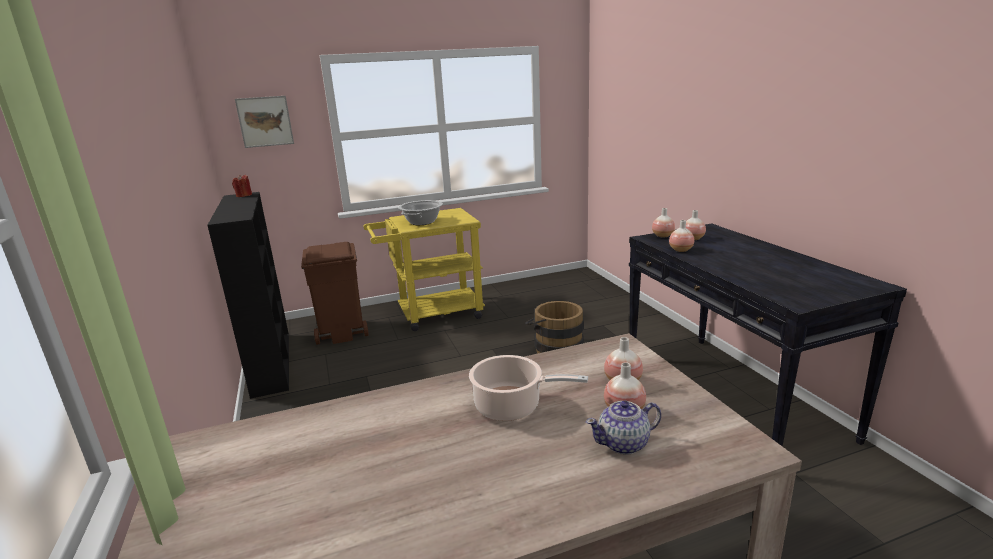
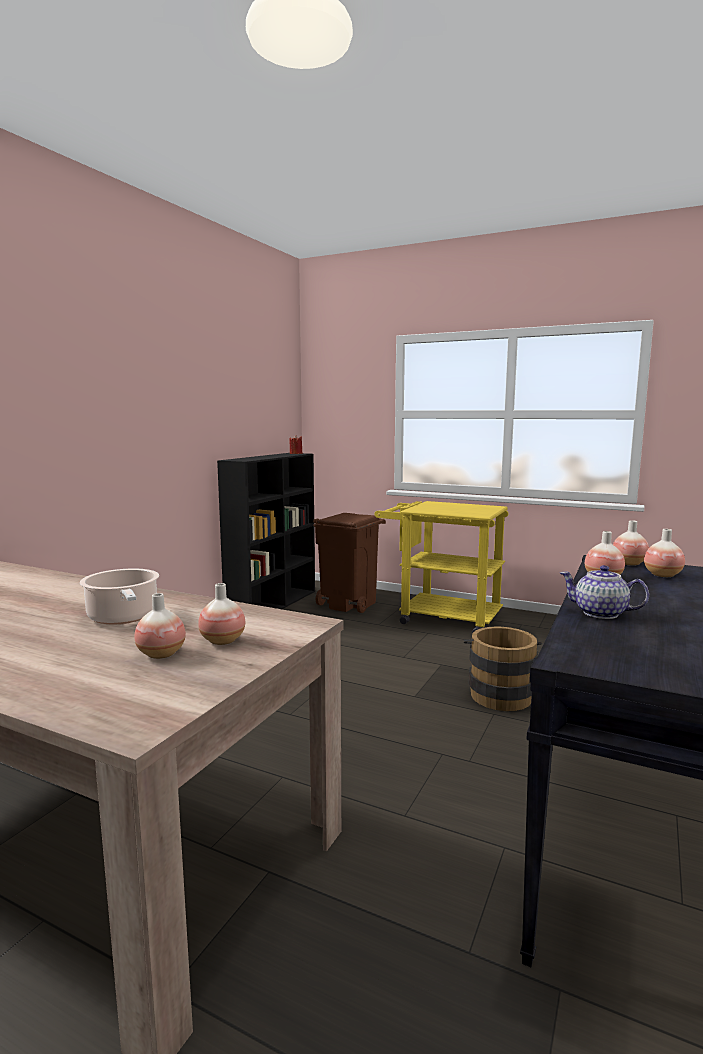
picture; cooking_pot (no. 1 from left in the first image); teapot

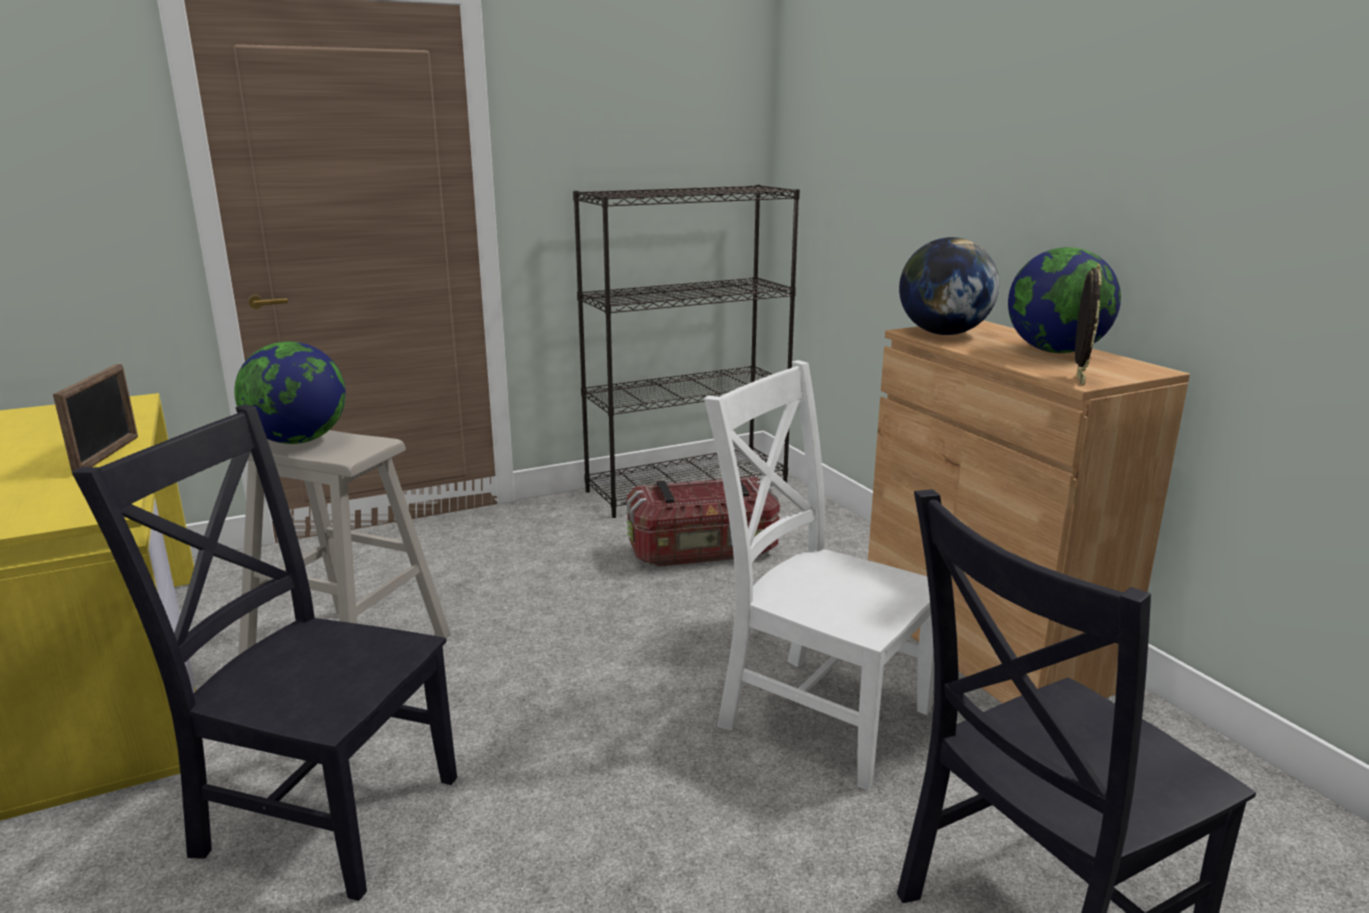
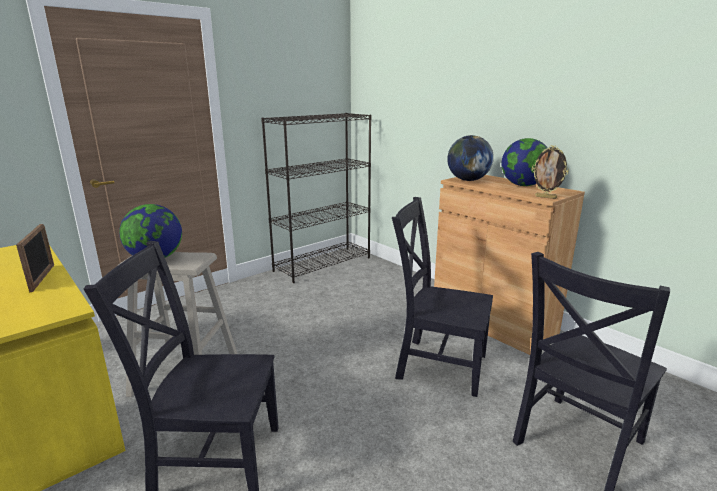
storage_box; black_chair (no. 2 from left); picture_frame (no. 2 from left)

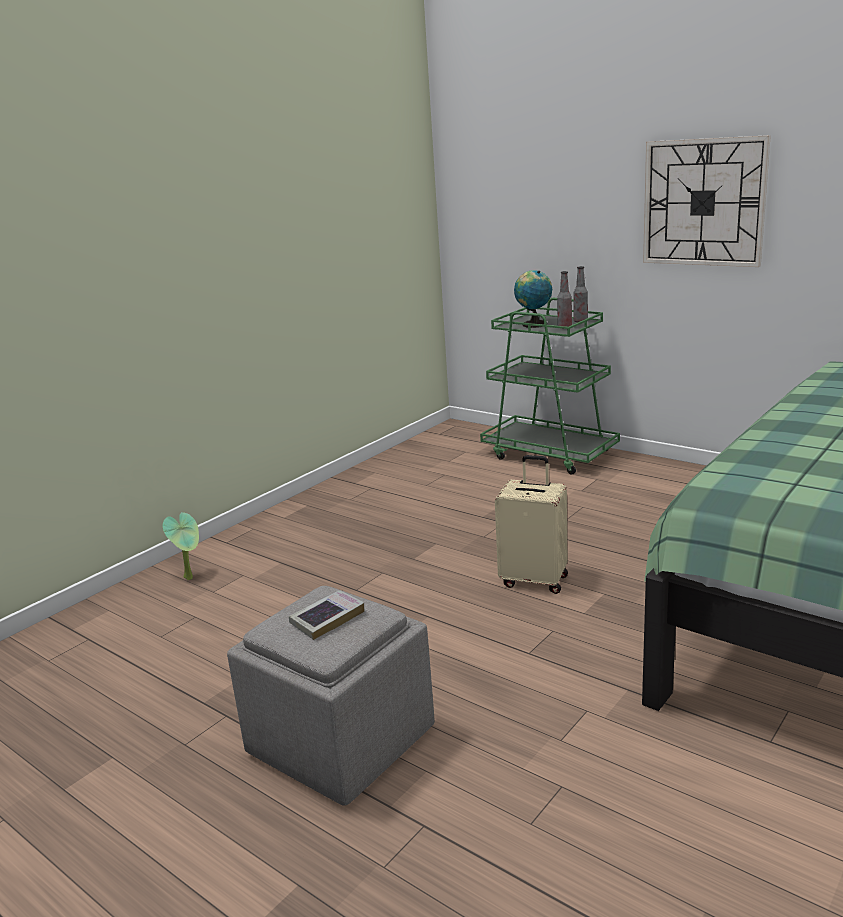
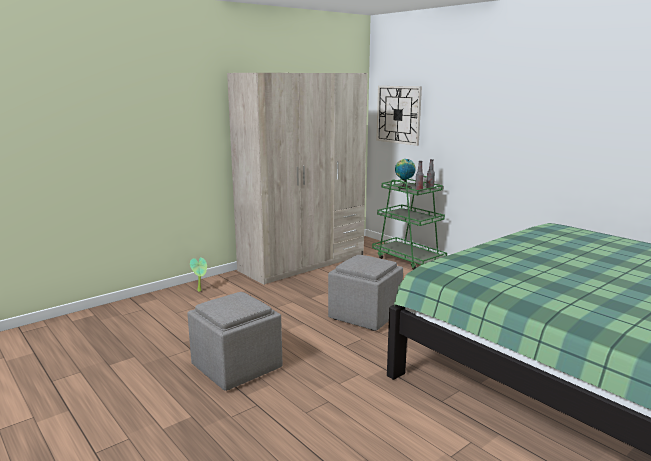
book; grey_ottoman (no. 2 from left); wall_clock; beige_wardrobe

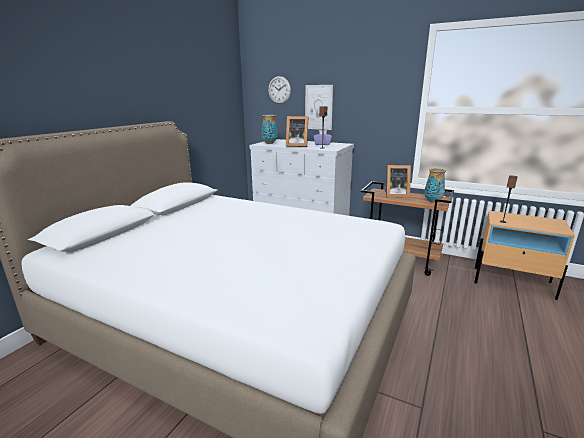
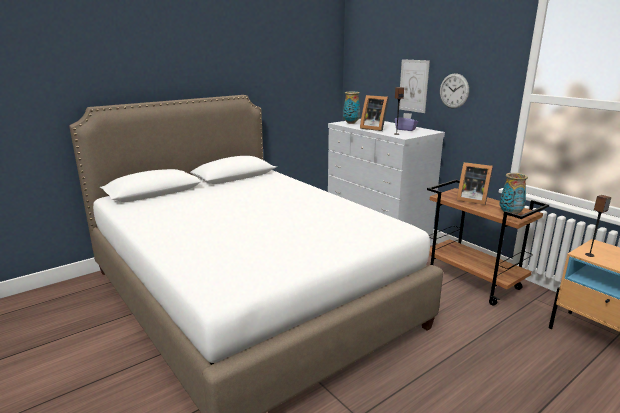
wall_clock

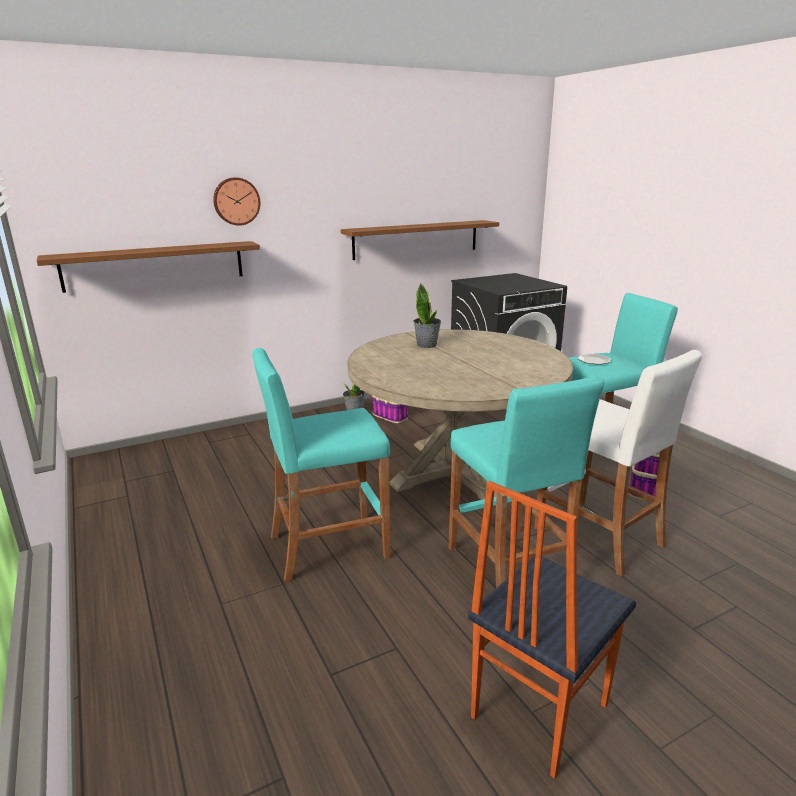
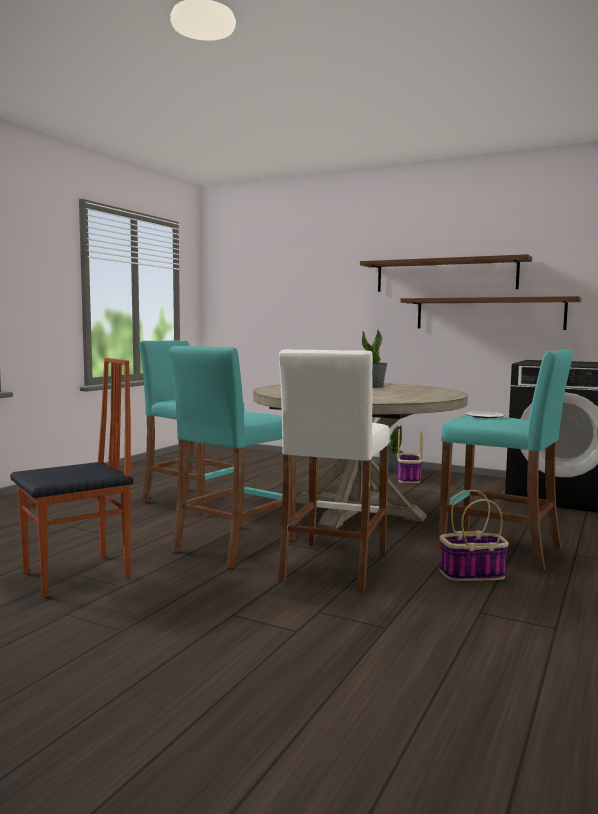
brown_shelf (no. 1 from left); wall_clock; chair

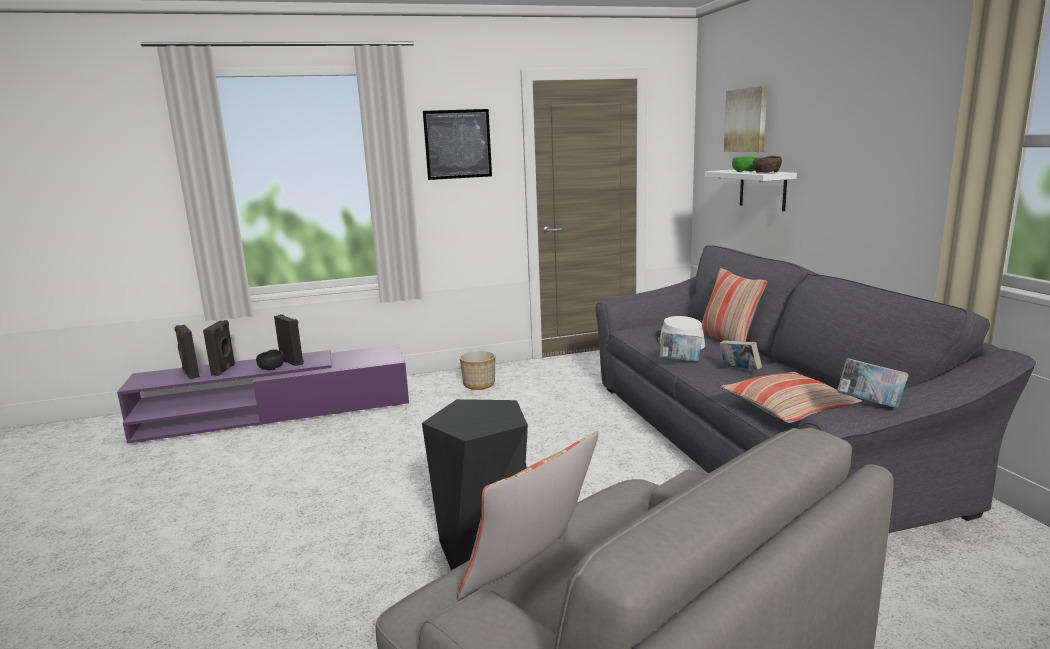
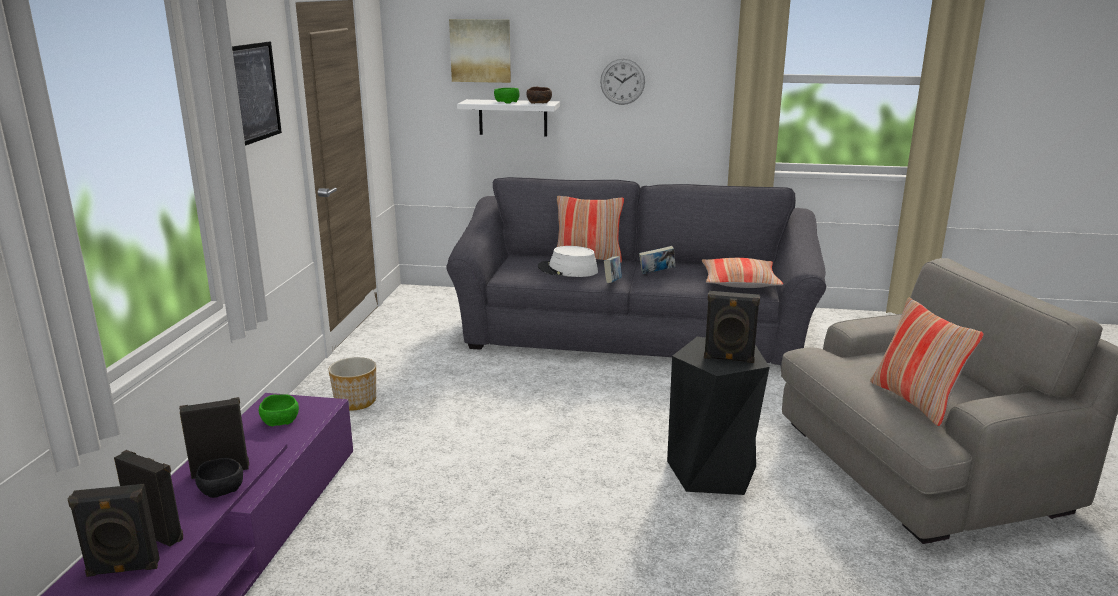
book (no. 3 from left in the first image); green_bowl (no. 1 from left); wall_clock; black_speaker (no. 4 from left)

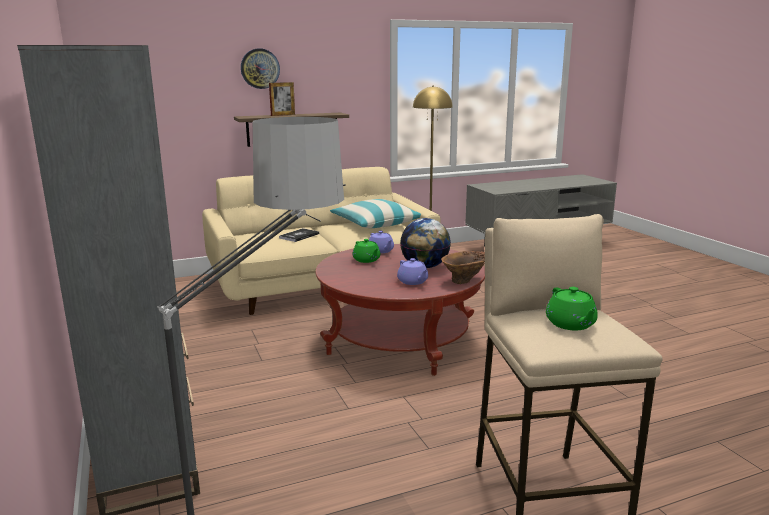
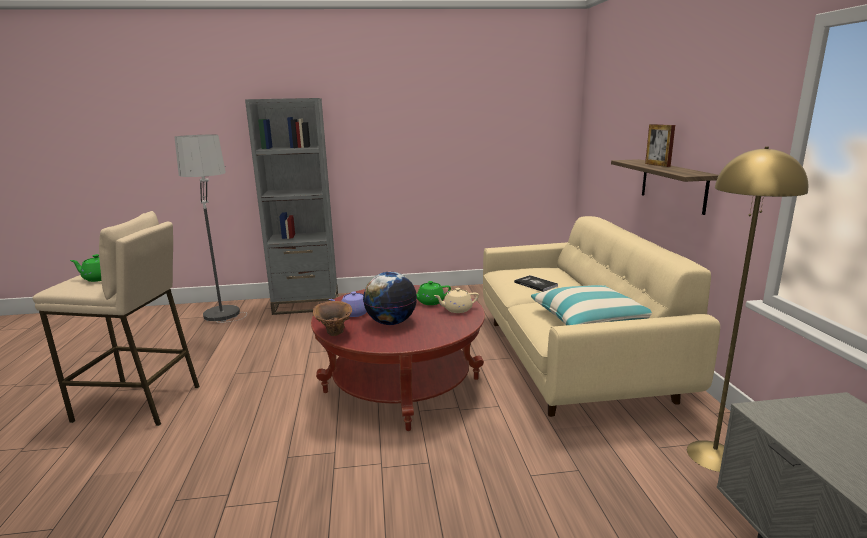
wall_clock; beige_teapot

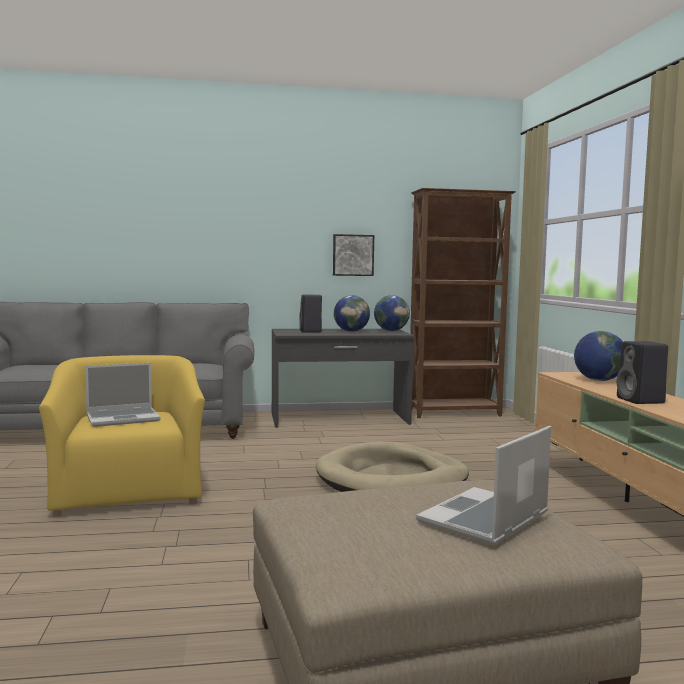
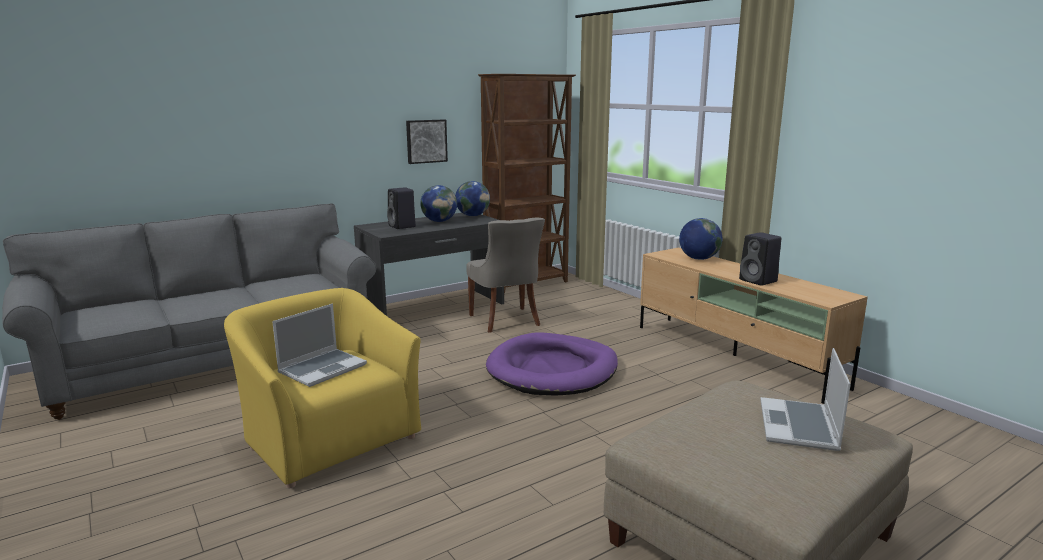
purple_dog_bed; grey_chair

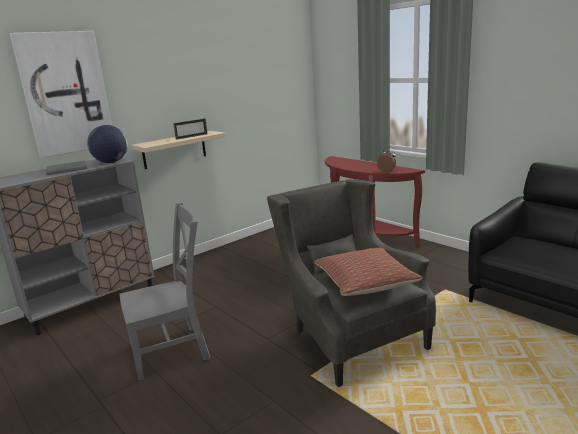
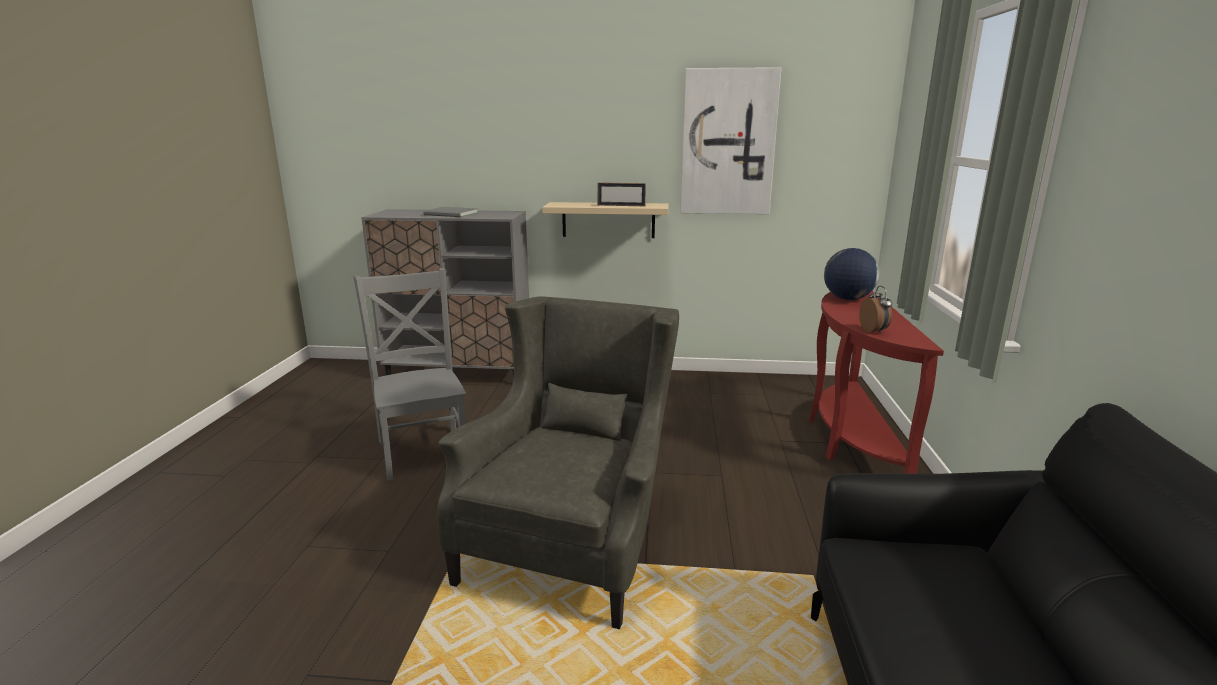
picture; globe; grey_chair; pillow

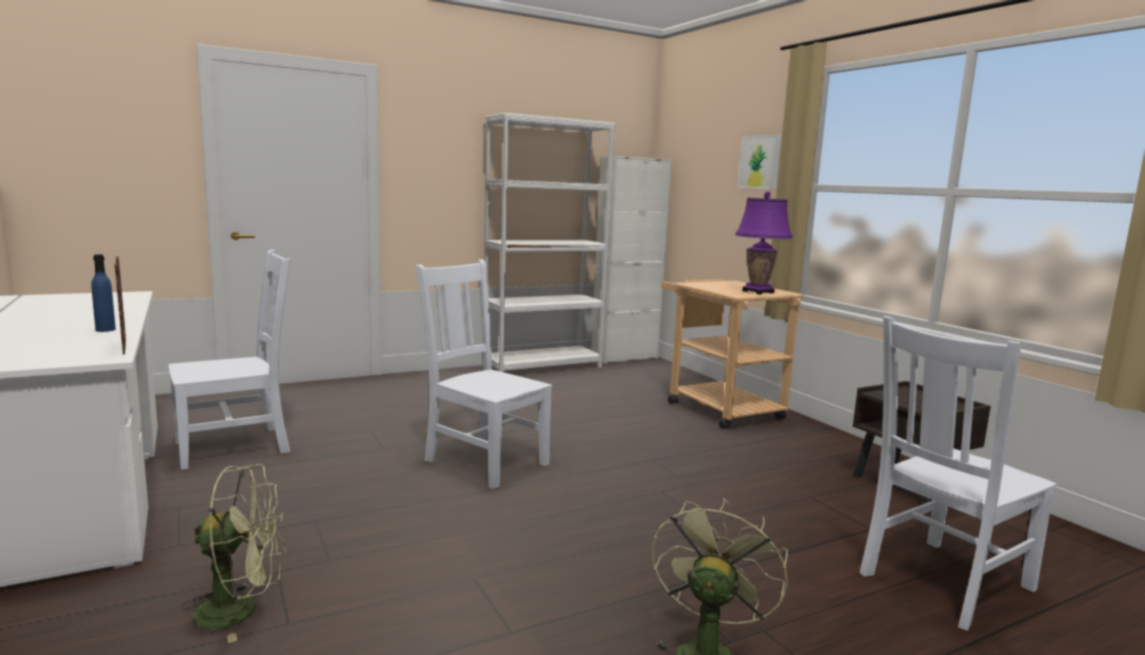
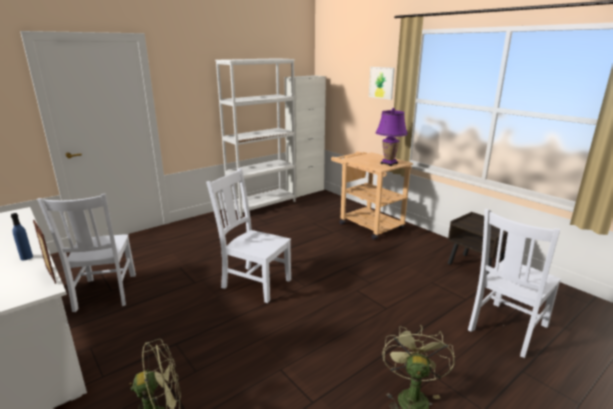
white_chair (no. 1 from left)

